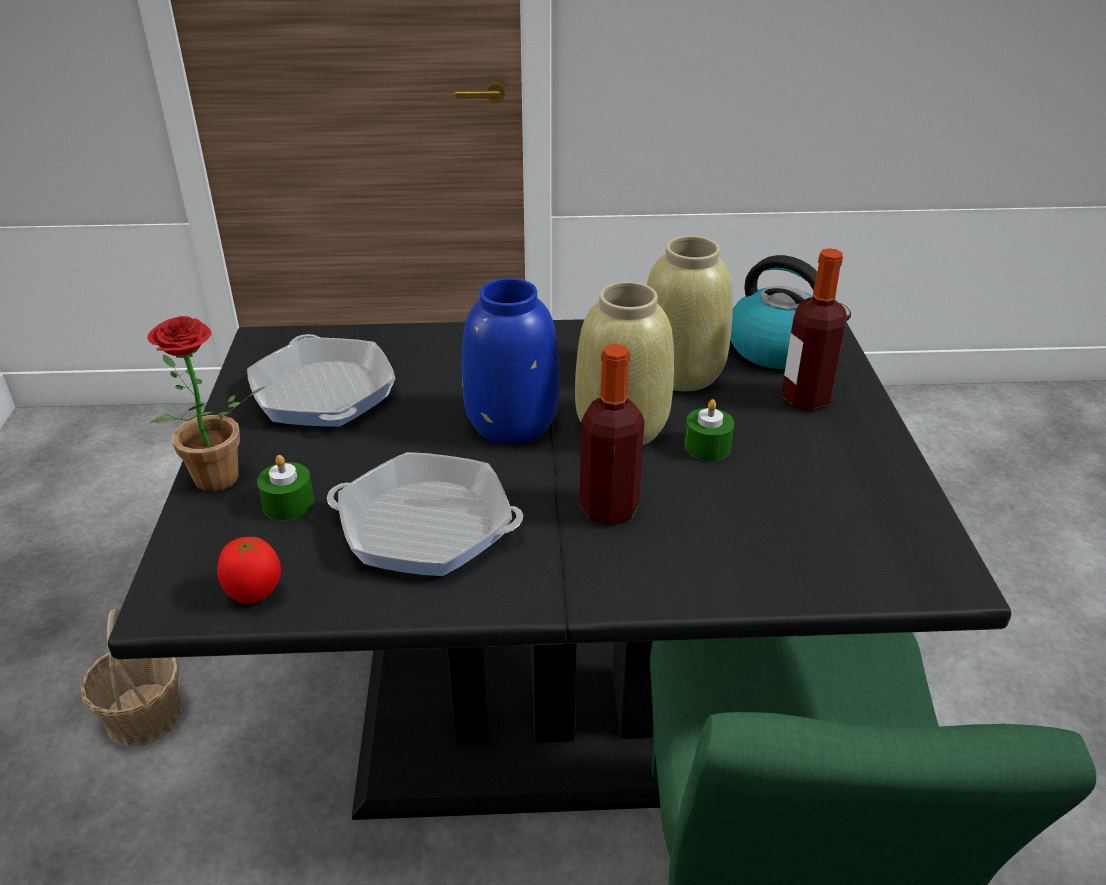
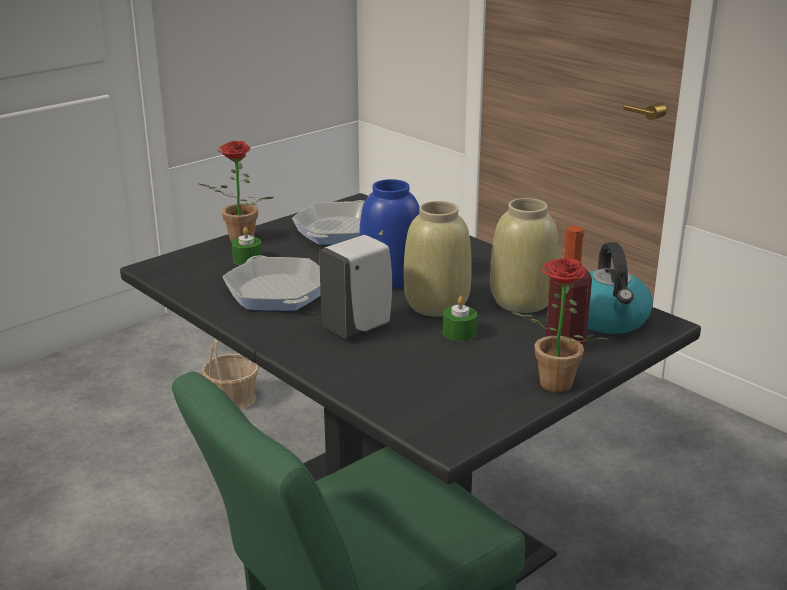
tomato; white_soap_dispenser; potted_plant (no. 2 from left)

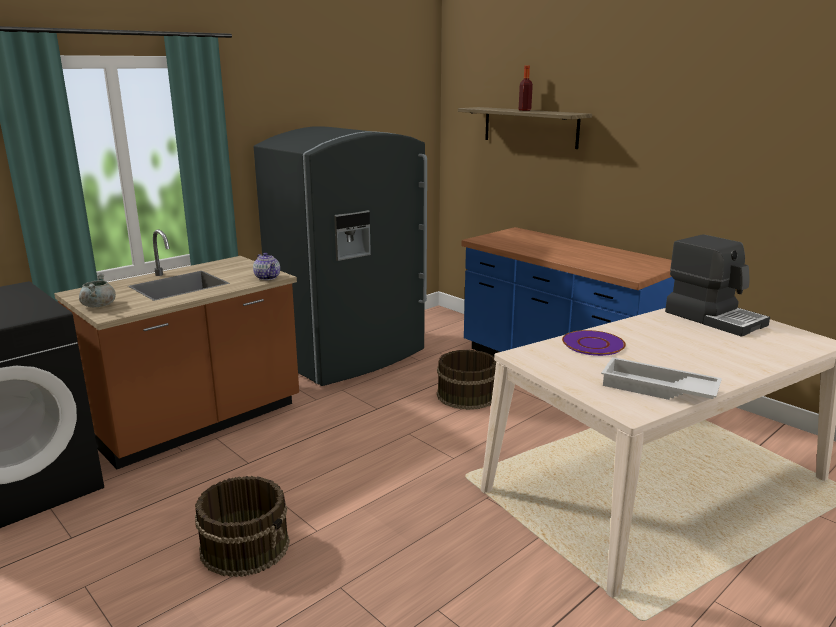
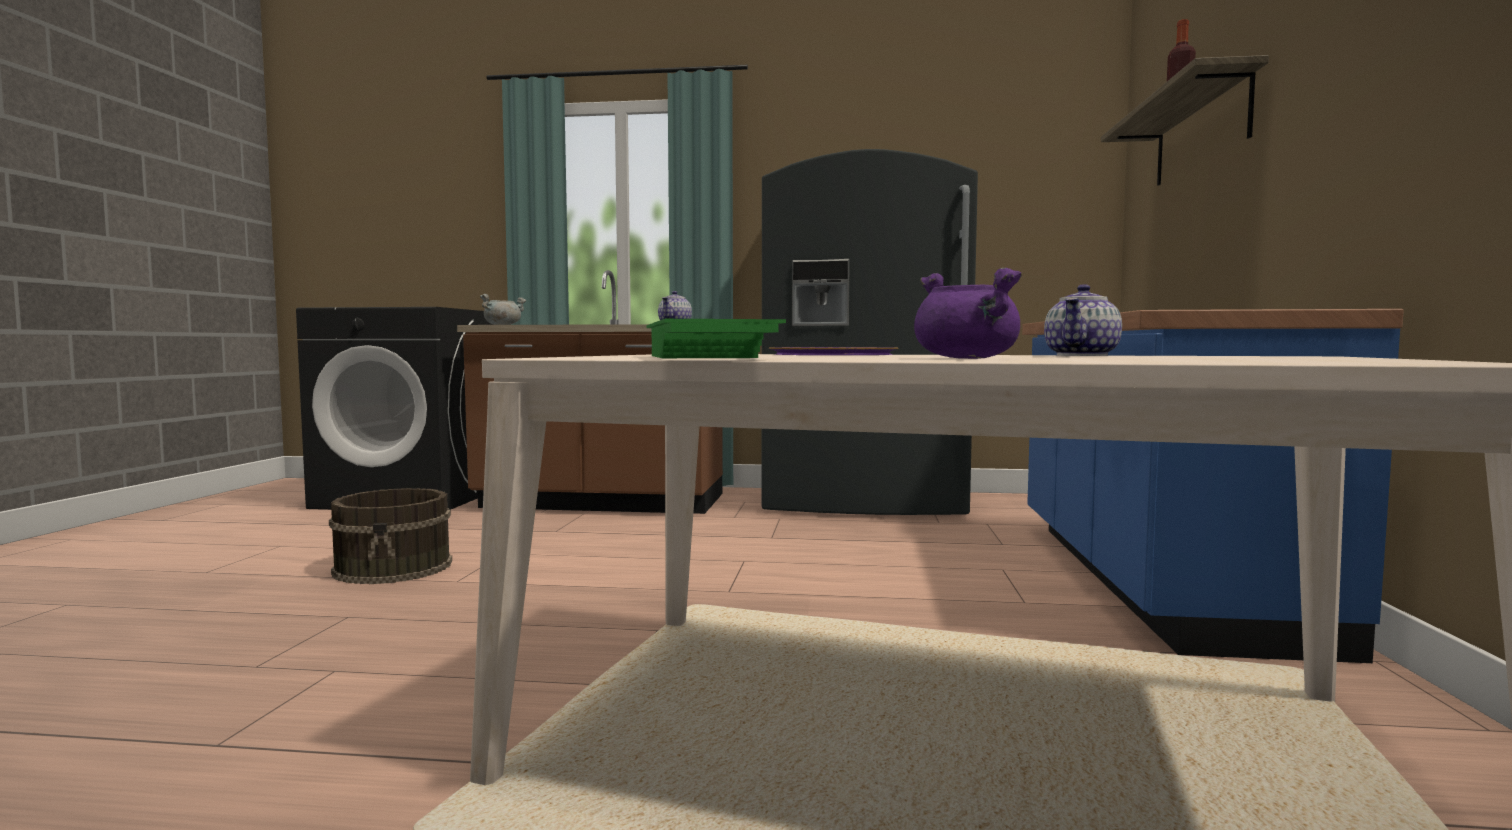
brown_bucket (no. 2 from left in the first image); green_tray; coffee_machine; purple_cooking_pot; teapot (no. 2 from left)

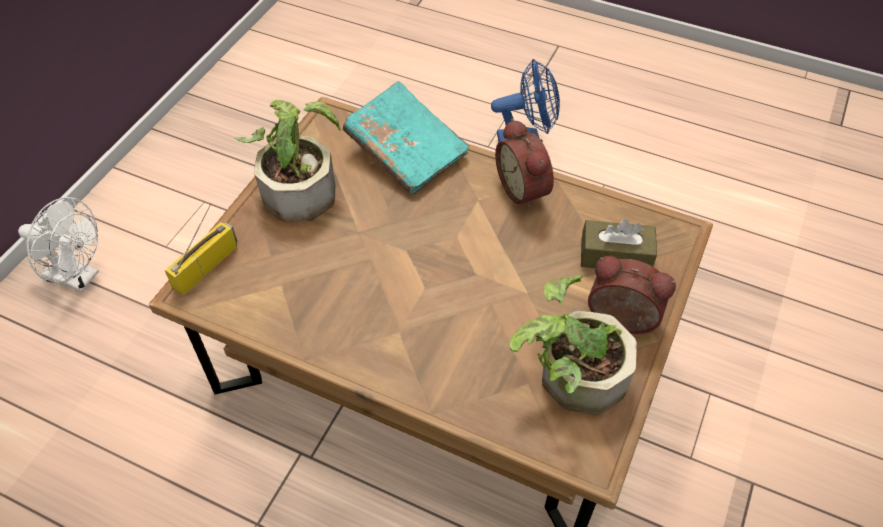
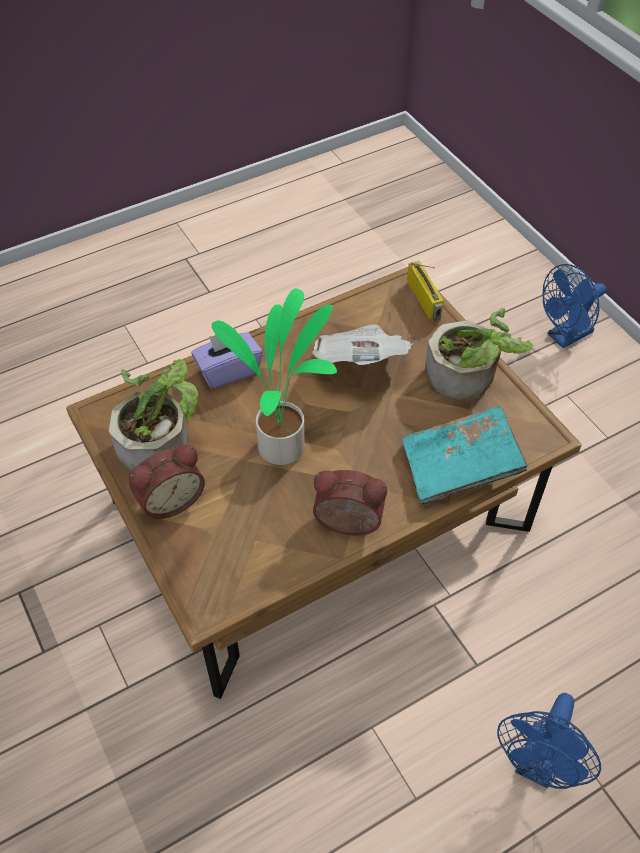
blue_fan (no. 2 from left); brown_tissue_box; purple_tissue_box; potted_plant (no. 2 from left); newspaper

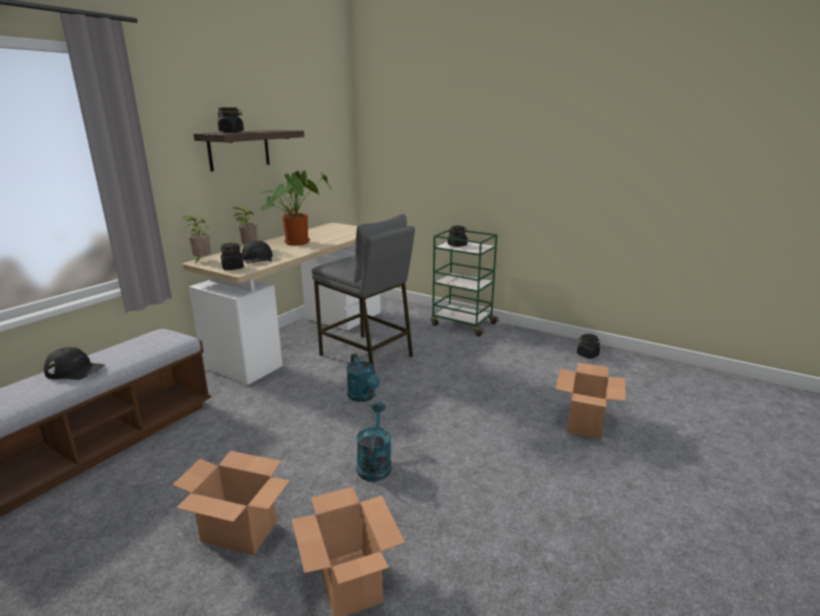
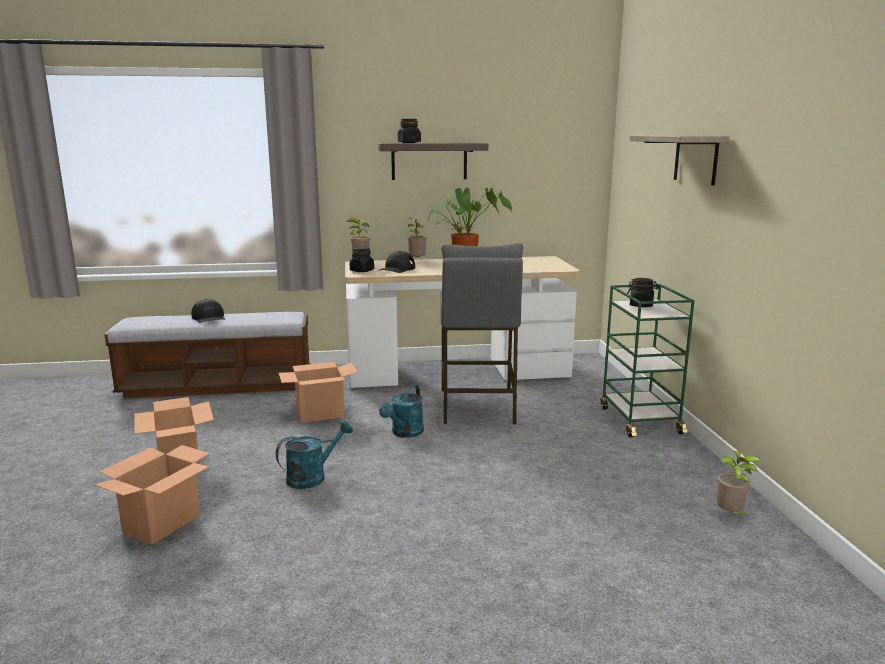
cardboard_box (no. 3 from left); potted_plant (no. 4 from left); shelf (no. 2 from left)

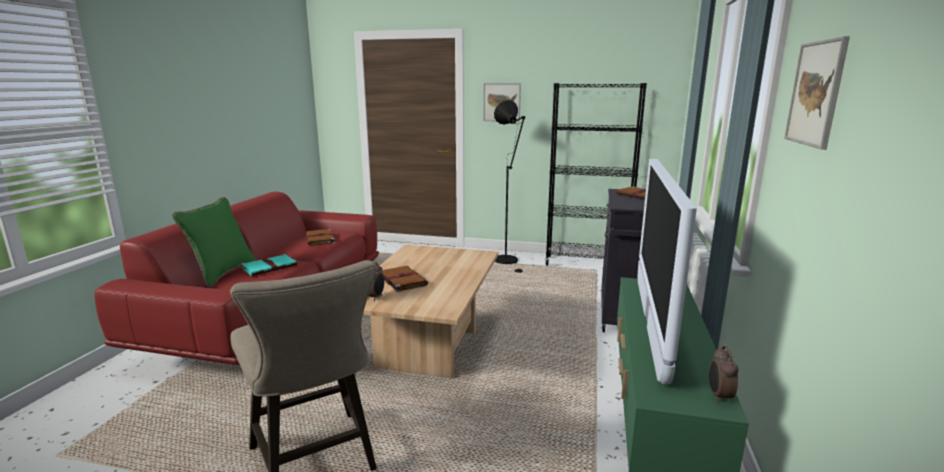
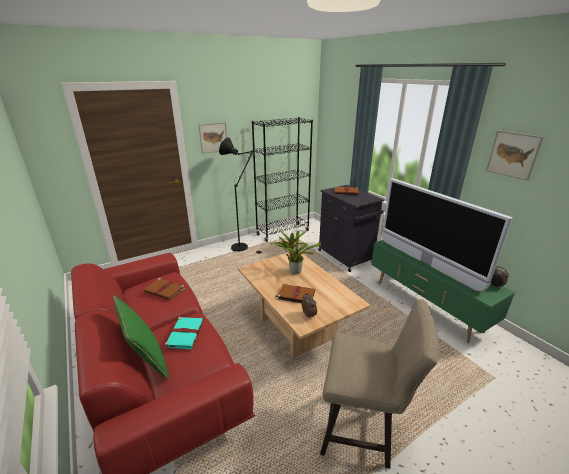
potted_plant

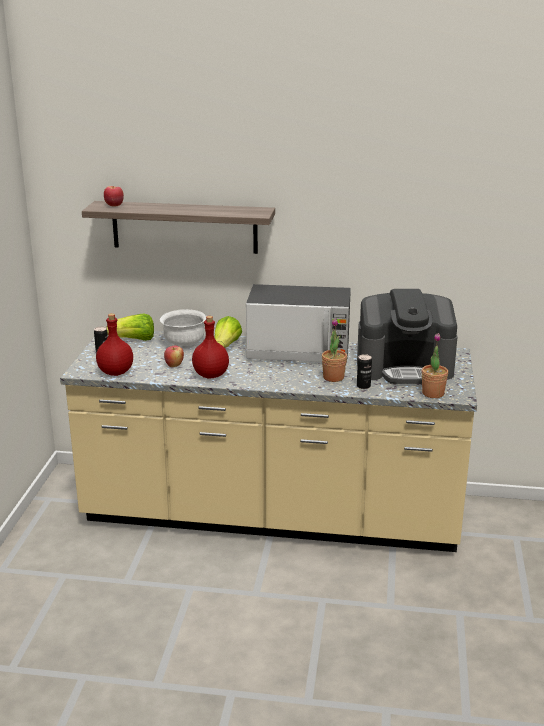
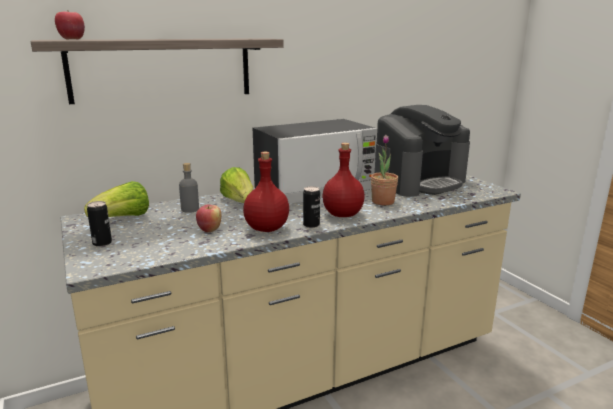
red_bottle (no. 2 from left); grey_bottle; can (no. 2 from left); potted_plant (no. 2 from left in the first image)

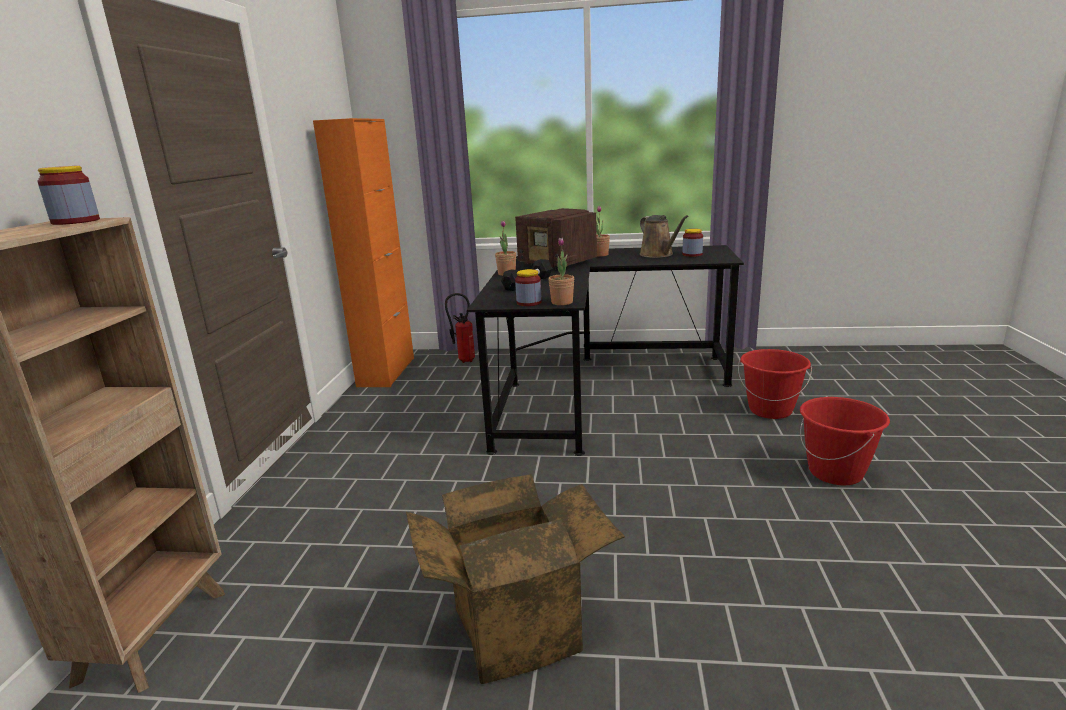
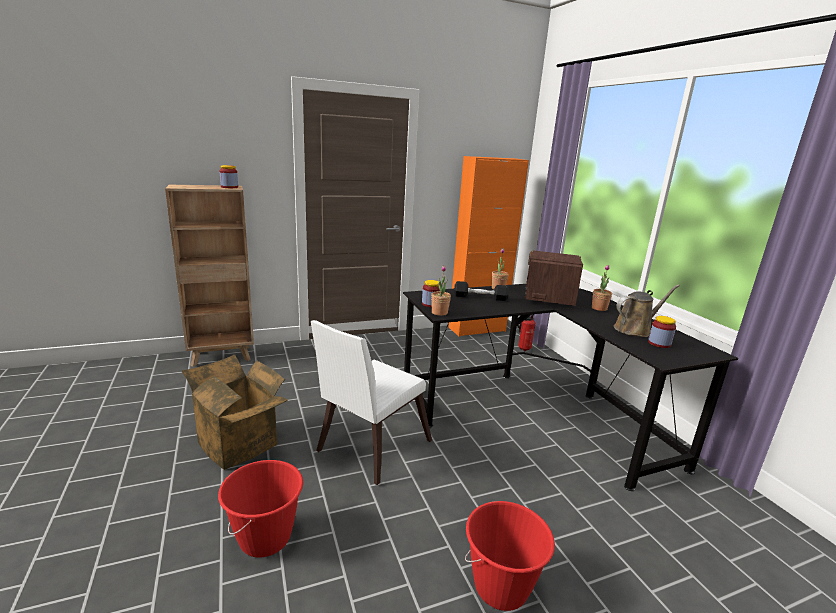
brown_watering_can; red_bucket (no. 1 from left); white_chair

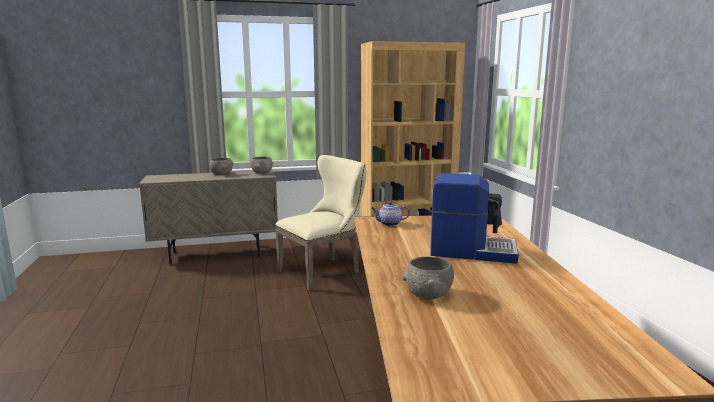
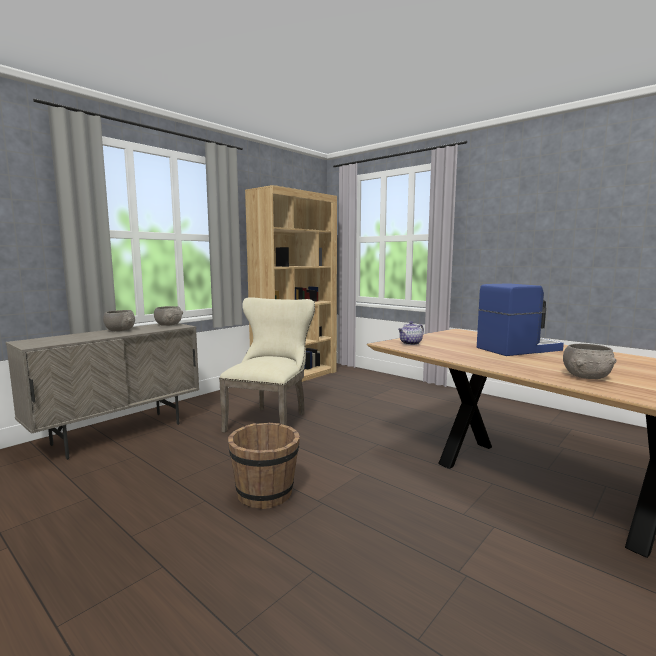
brown_bucket

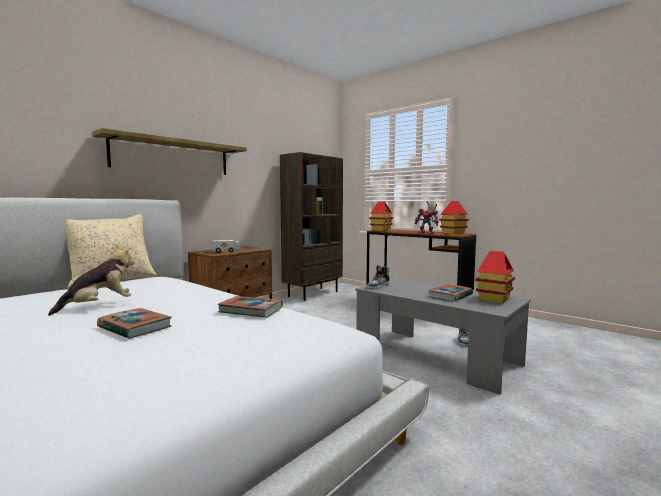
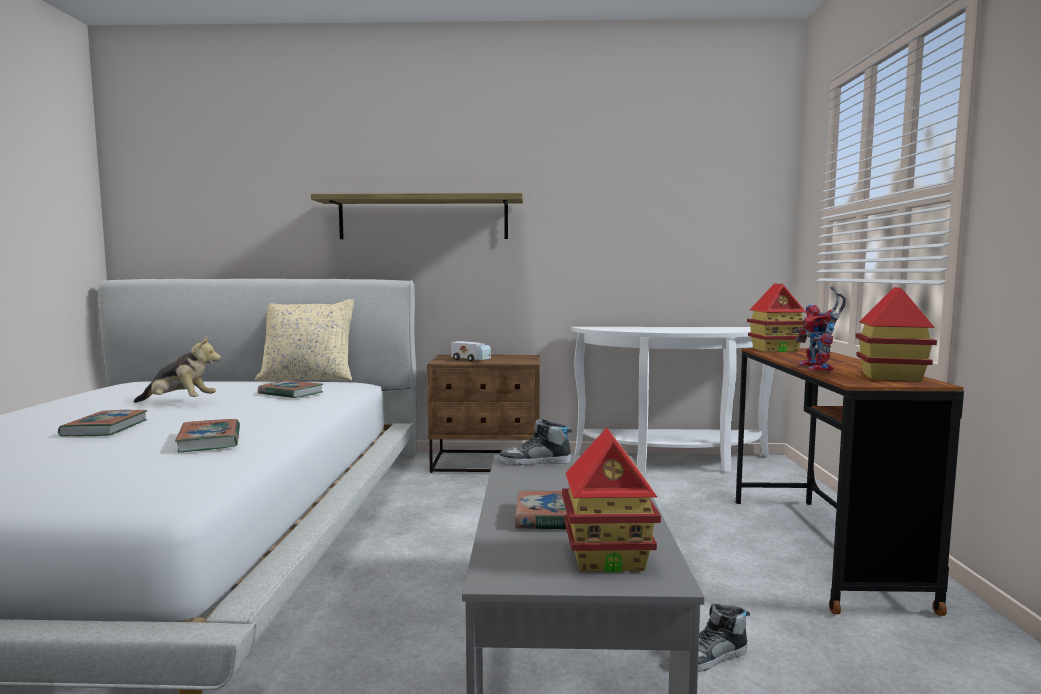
white_console_table; book (no. 3 from left)

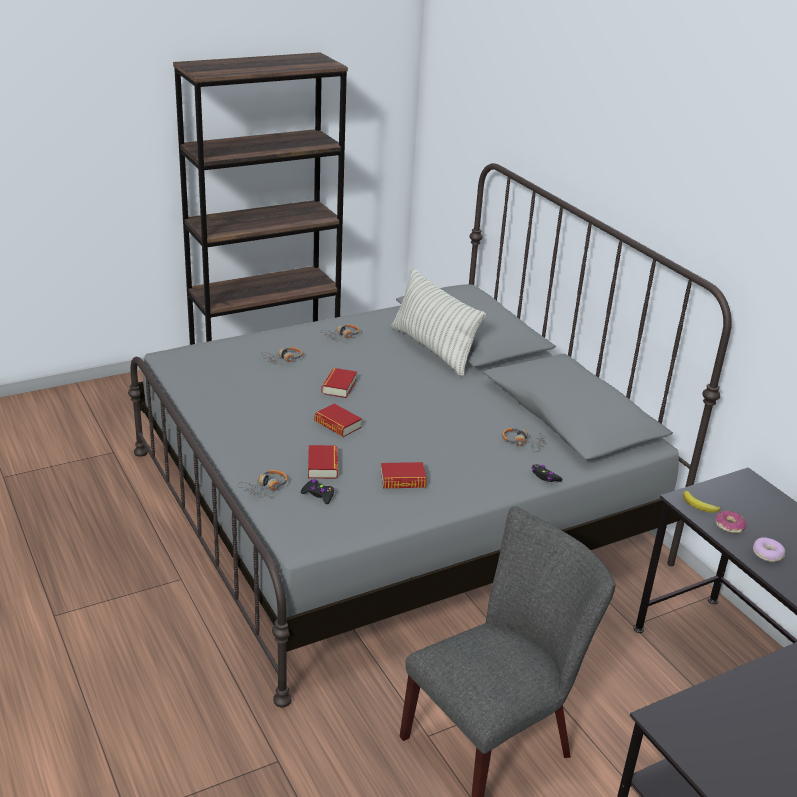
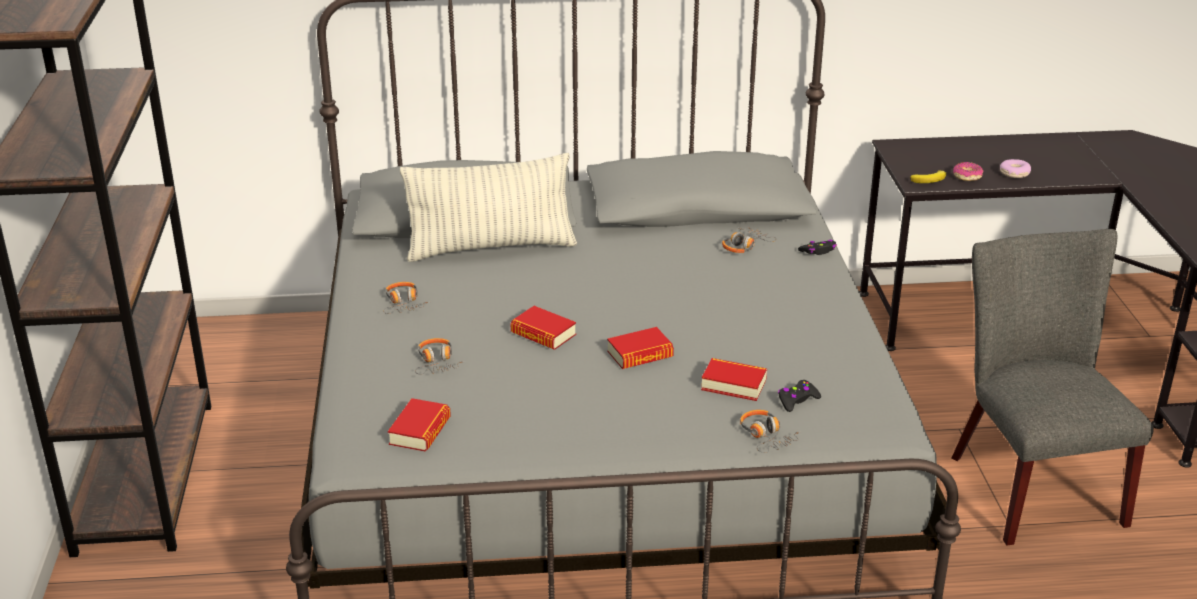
book (no. 1 from left)

